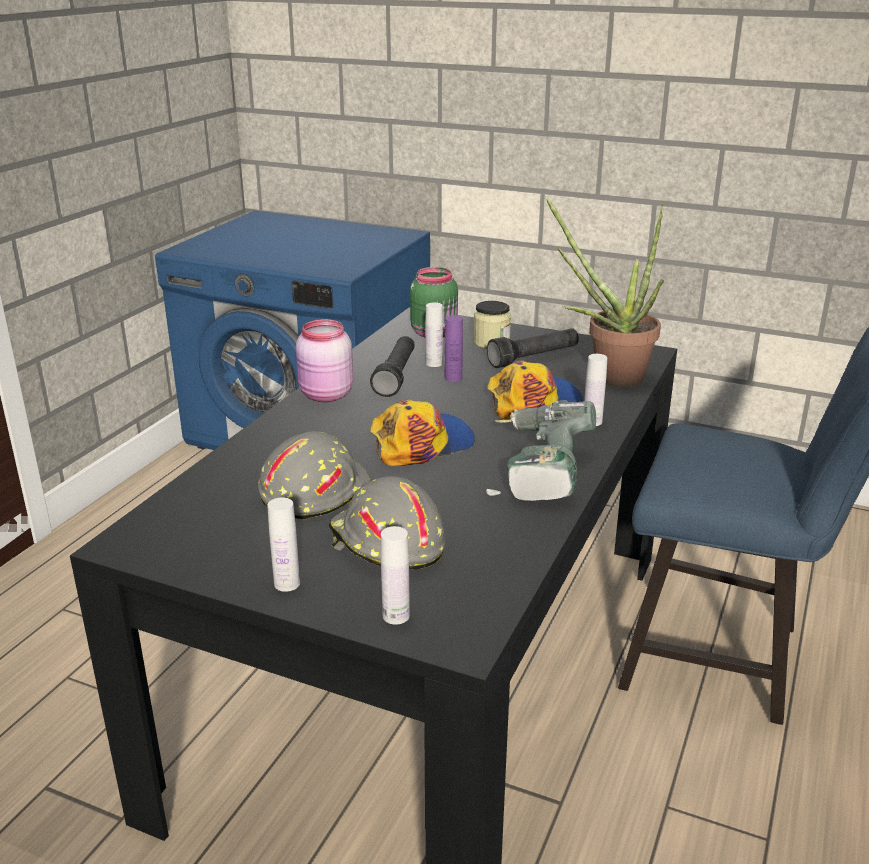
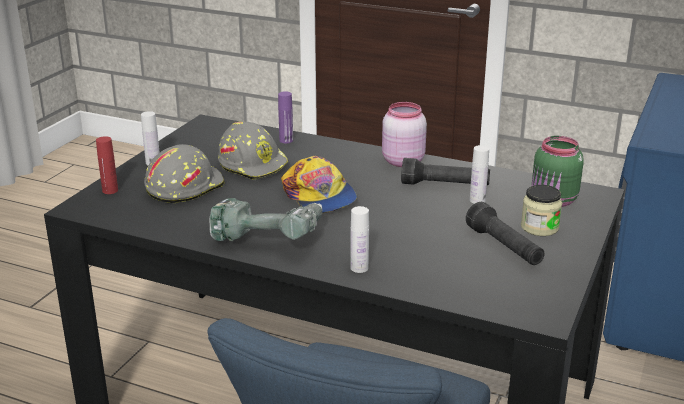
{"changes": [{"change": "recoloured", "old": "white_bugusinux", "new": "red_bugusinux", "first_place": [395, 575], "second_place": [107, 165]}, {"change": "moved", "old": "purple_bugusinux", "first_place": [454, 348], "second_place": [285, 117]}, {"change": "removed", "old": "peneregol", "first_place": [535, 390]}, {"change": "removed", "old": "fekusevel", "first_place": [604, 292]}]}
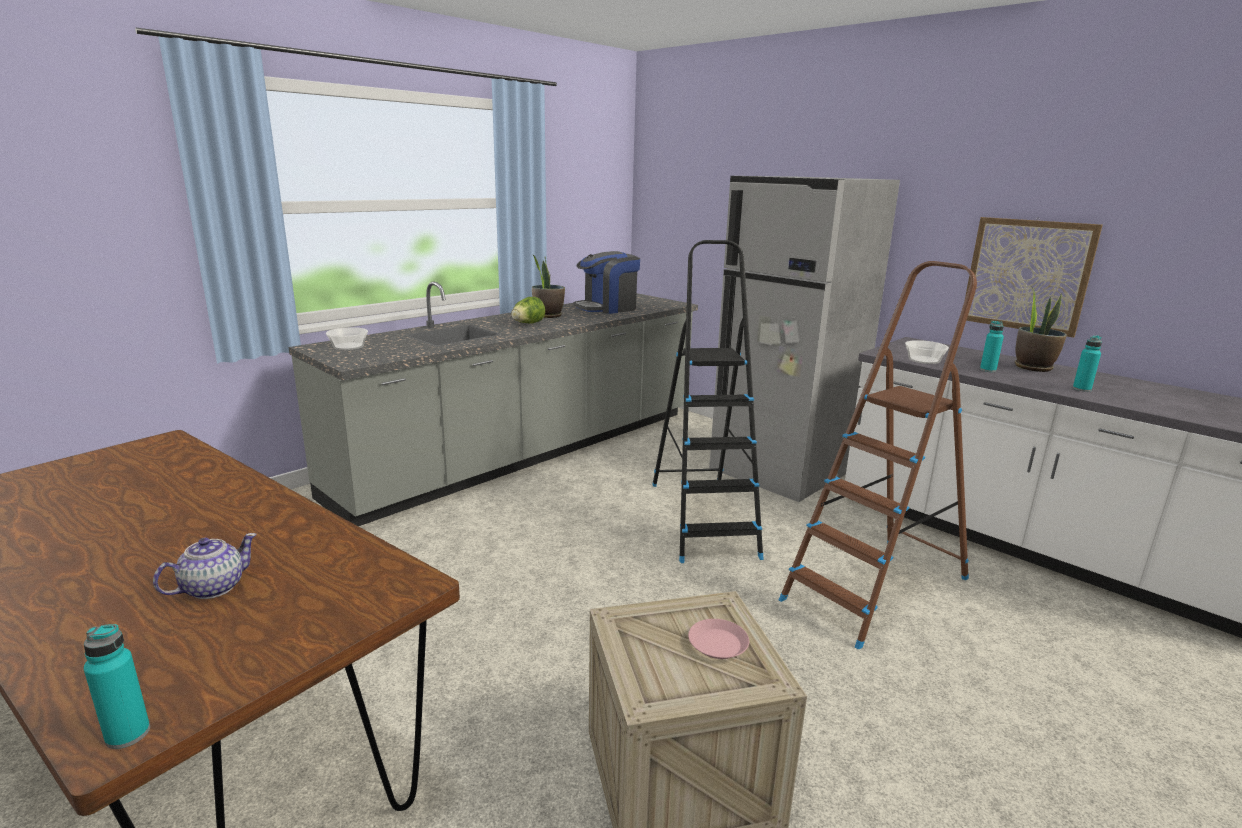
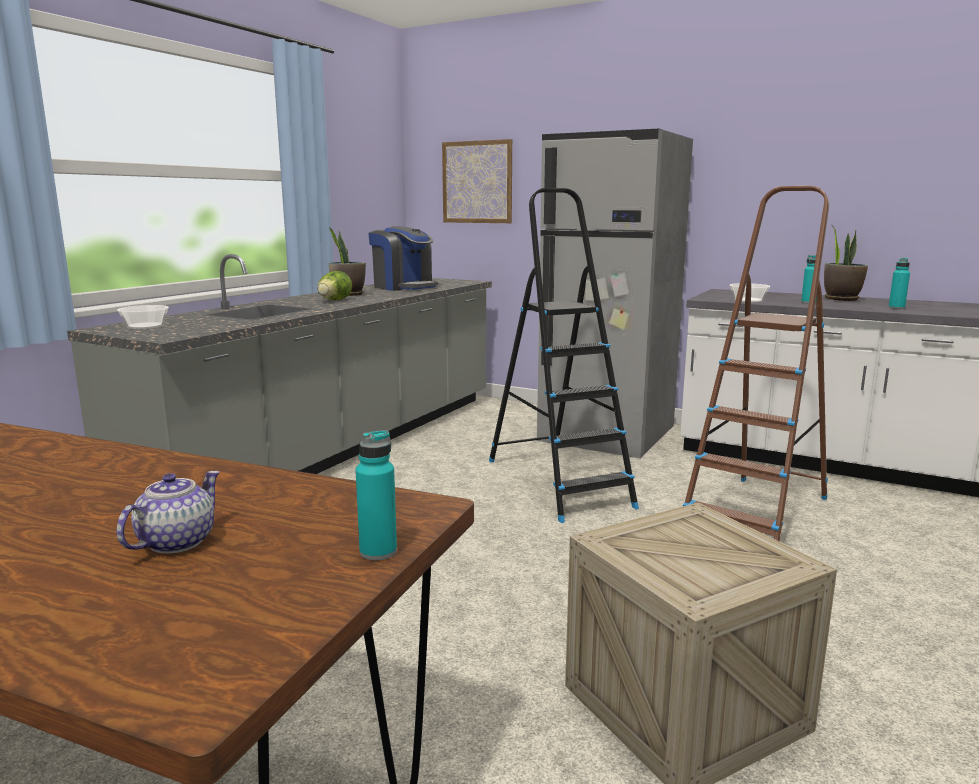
{"changes": [{"change": "moved", "old": "turquoise_bugusinux", "first_place": [117, 686], "second_place": [376, 495]}, {"change": "turned", "old": "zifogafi", "first_place": [606, 282], "second_place": [403, 258], "degrees": -90}, {"change": "moved", "old": "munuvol", "first_place": [1034, 277], "second_place": [477, 181]}, {"change": "removed", "old": "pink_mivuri", "first_place": [718, 639]}]}
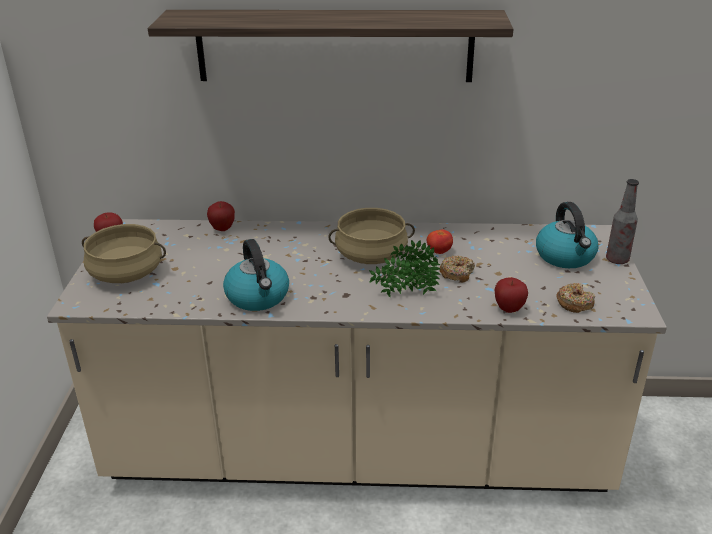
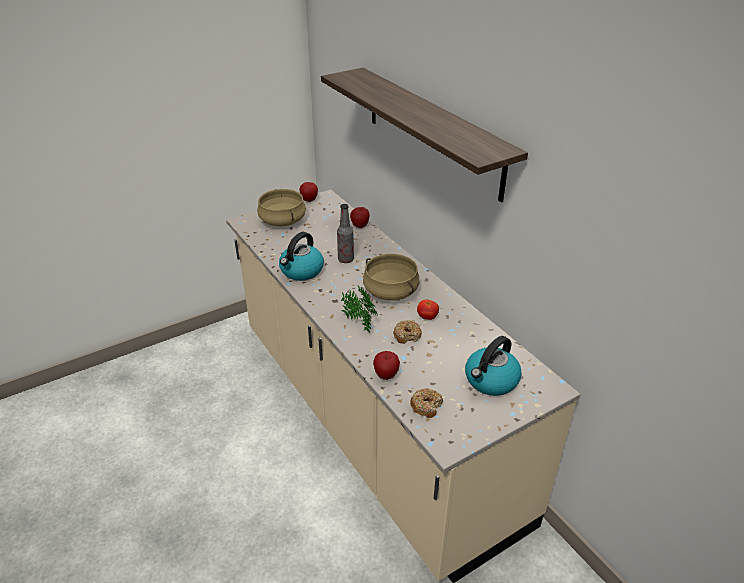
{"changes": [{"change": "moved", "old": "bugusinux", "first_place": [622, 221], "second_place": [345, 233]}]}
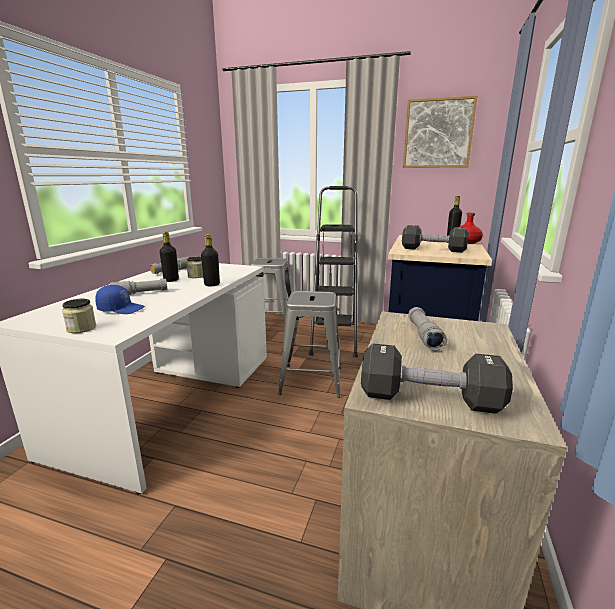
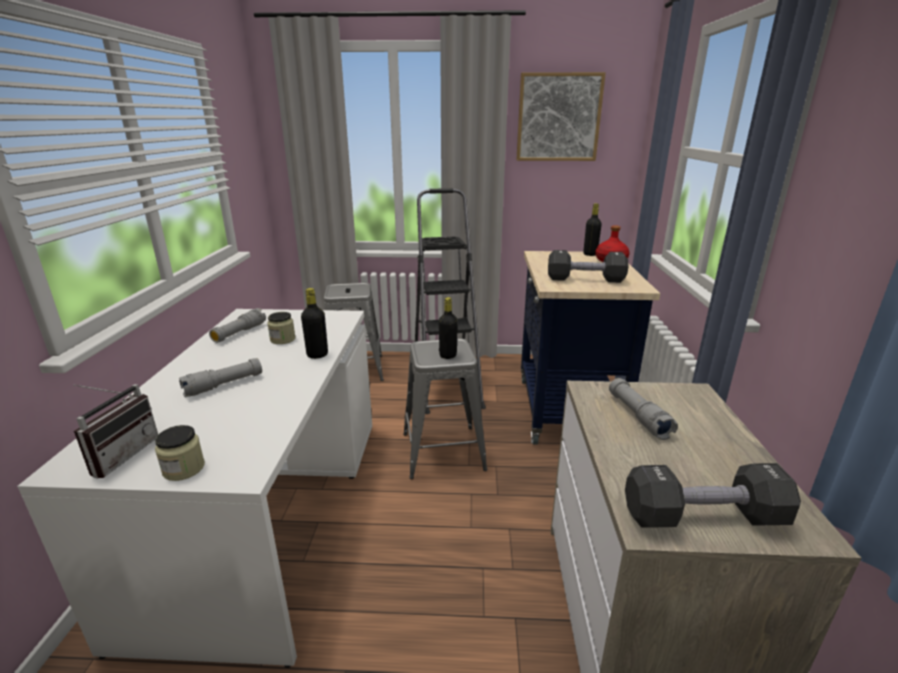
{"changes": [{"change": "added", "new": "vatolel", "second_place": [115, 431]}, {"change": "moved", "old": "black_bugusinux", "first_place": [169, 257], "second_place": [448, 328]}, {"change": "removed", "old": "blue_peneregol", "first_place": [120, 299]}]}
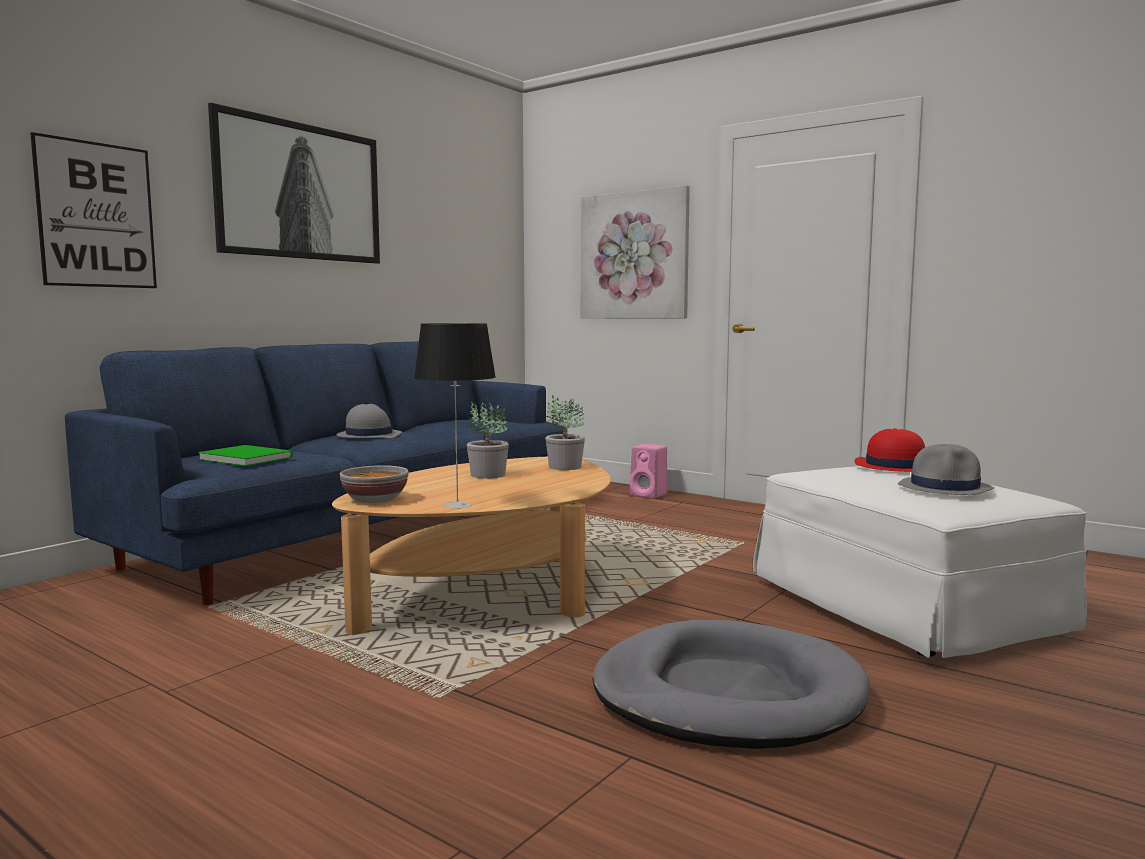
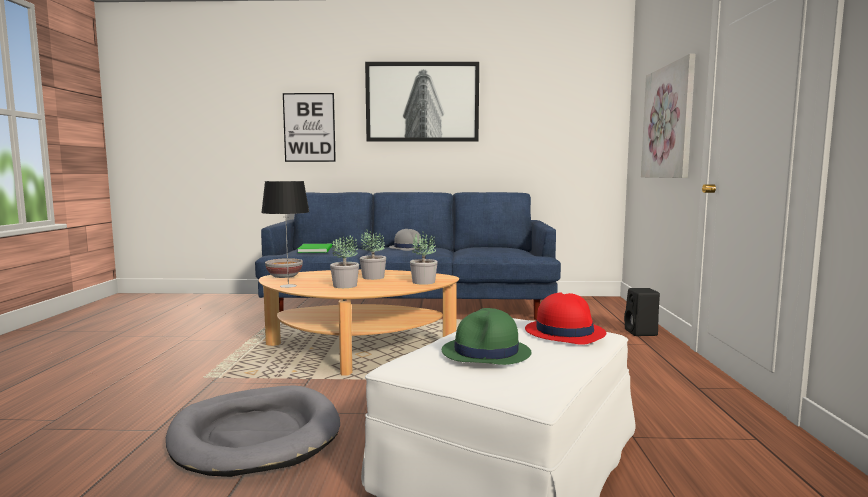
{"changes": [{"change": "added", "new": "fekusevel", "second_place": [344, 261]}, {"change": "recoloured", "old": "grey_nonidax", "new": "green_nonidax", "first_place": [946, 469], "second_place": [486, 336]}, {"change": "recoloured", "old": "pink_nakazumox", "new": "black_nakazumox", "first_place": [648, 471], "second_place": [642, 312]}]}
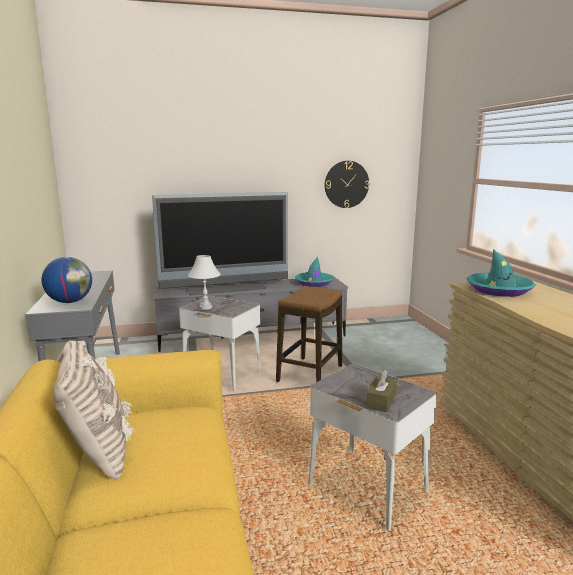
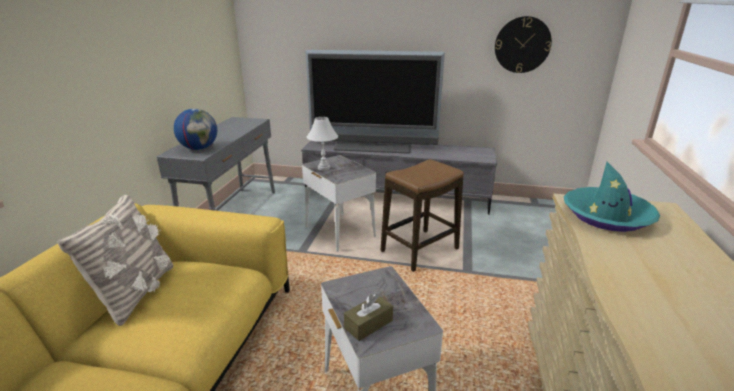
{"changes": [{"change": "removed", "old": "turquoise_nonidax", "first_place": [314, 272]}]}
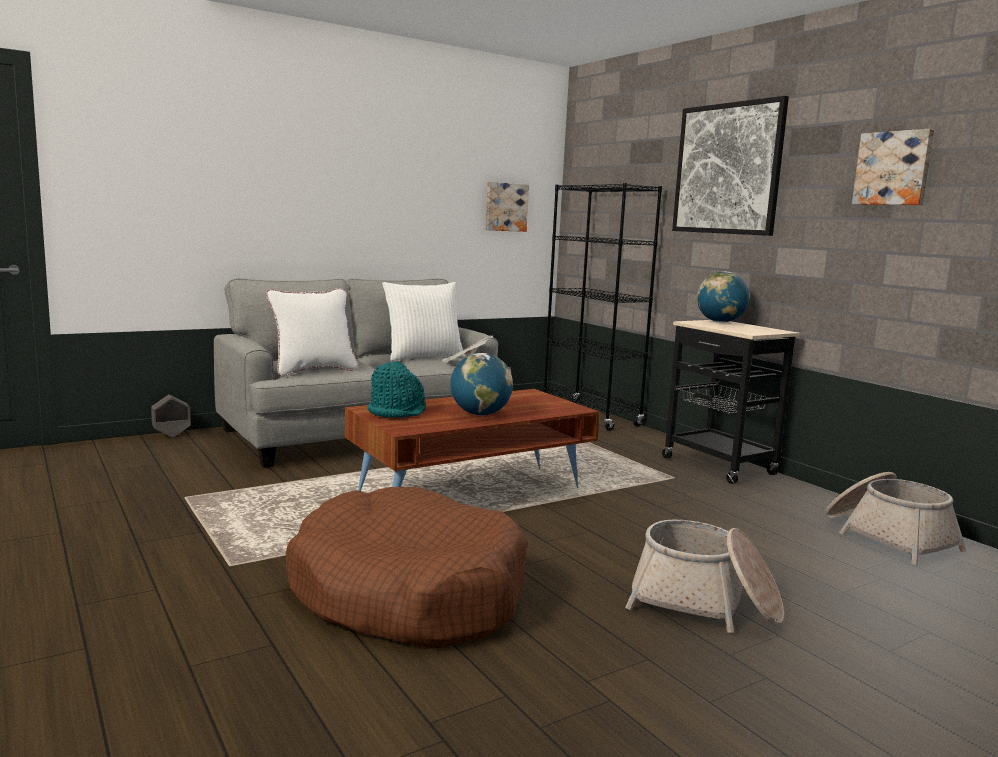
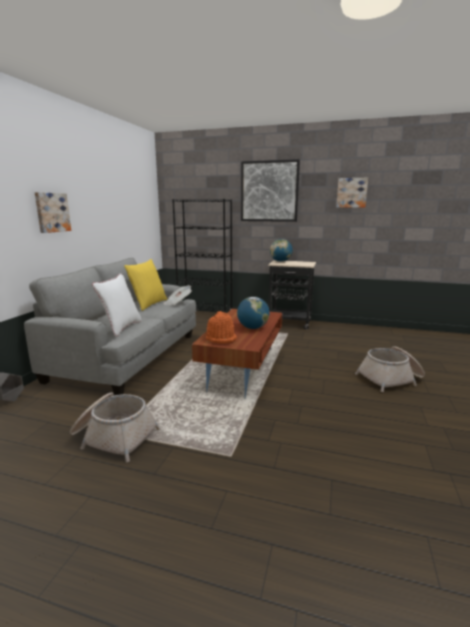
{"changes": [{"change": "moved", "old": "munuvol", "first_place": [507, 207], "second_place": [53, 212]}, {"change": "moved", "old": "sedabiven", "first_place": [895, 518], "second_place": [115, 427]}, {"change": "recoloured", "old": "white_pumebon", "new": "yellow_pumebon", "first_place": [423, 321], "second_place": [145, 285]}, {"change": "recoloured", "old": "turquoise_nonidax", "new": "orange_nonidax", "first_place": [396, 389], "second_place": [221, 327]}, {"change": "removed", "old": "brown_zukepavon", "first_place": [407, 568]}]}
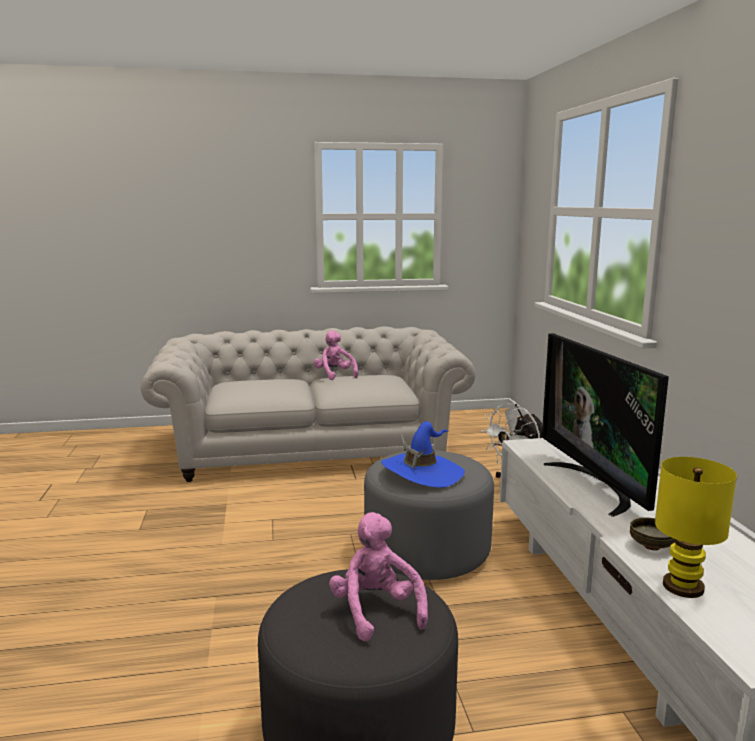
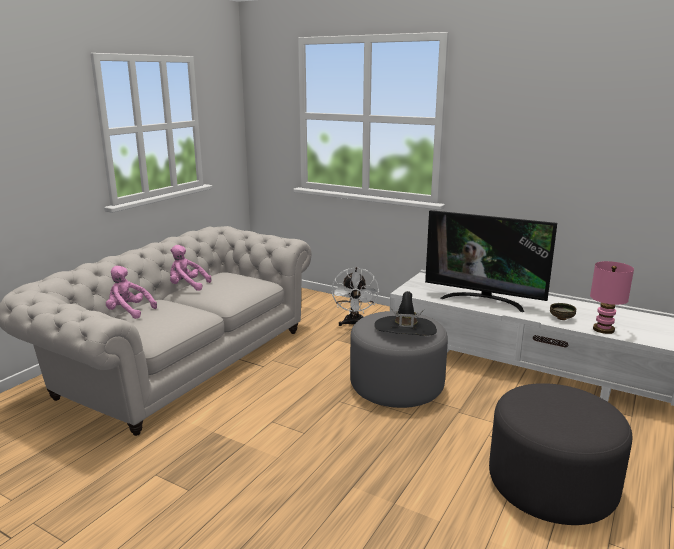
{"changes": [{"change": "moved", "old": "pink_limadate", "first_place": [378, 576], "second_place": [131, 292]}, {"change": "recoloured", "old": "blue_nonidax", "new": "black_nonidax", "first_place": [423, 454], "second_place": [405, 313]}, {"change": "recoloured", "old": "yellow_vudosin", "new": "pink_vudosin", "first_place": [696, 527], "second_place": [612, 297]}]}
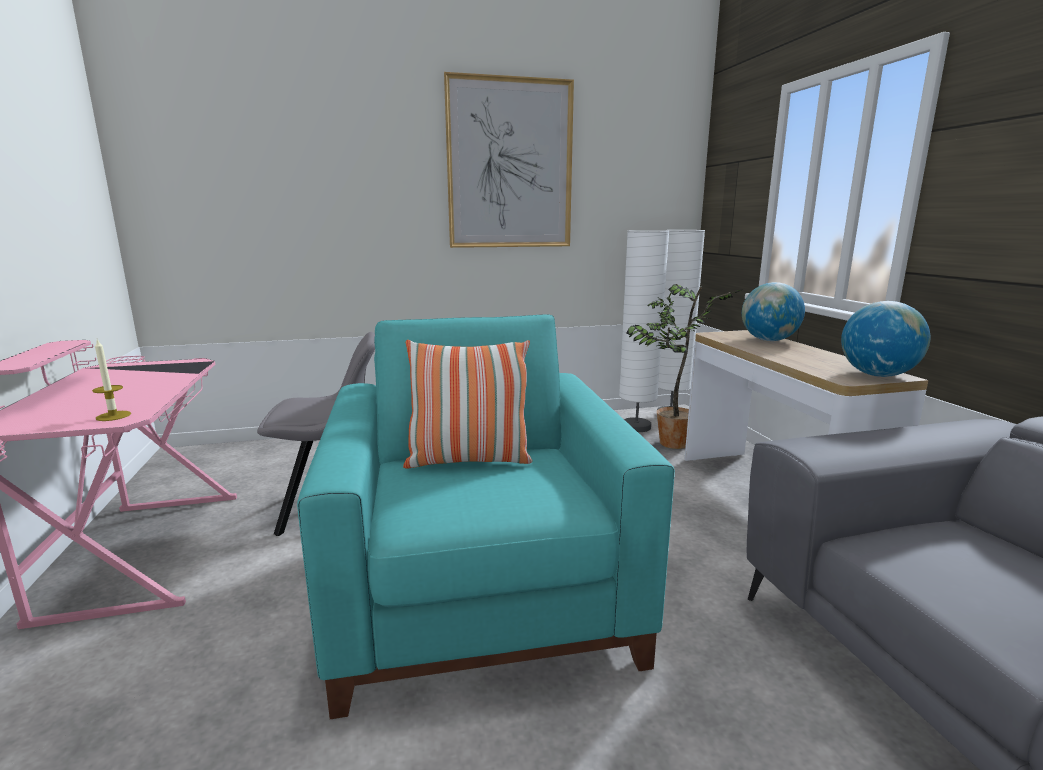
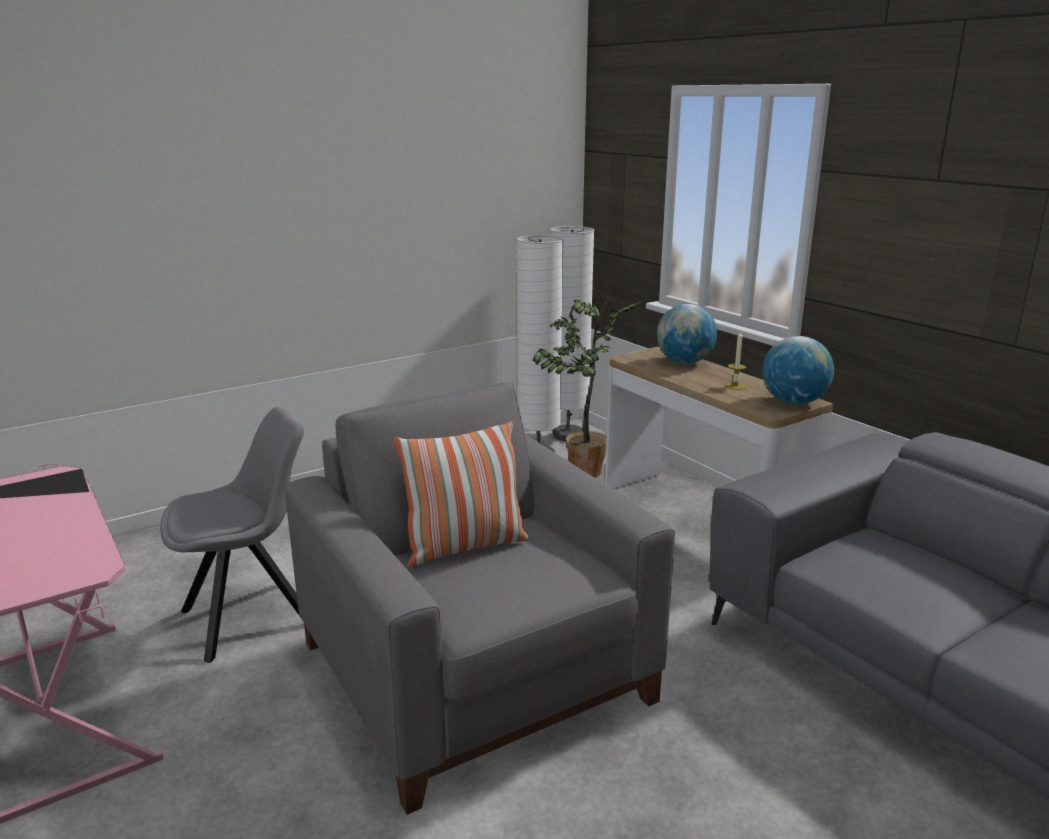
{"changes": [{"change": "recoloured", "old": "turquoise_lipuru", "new": "grey_lipuru", "first_place": [486, 516], "second_place": [480, 598]}, {"change": "moved", "old": "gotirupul", "first_place": [111, 380], "second_place": [735, 360]}, {"change": "removed", "old": "munuvol", "first_place": [509, 160]}]}
